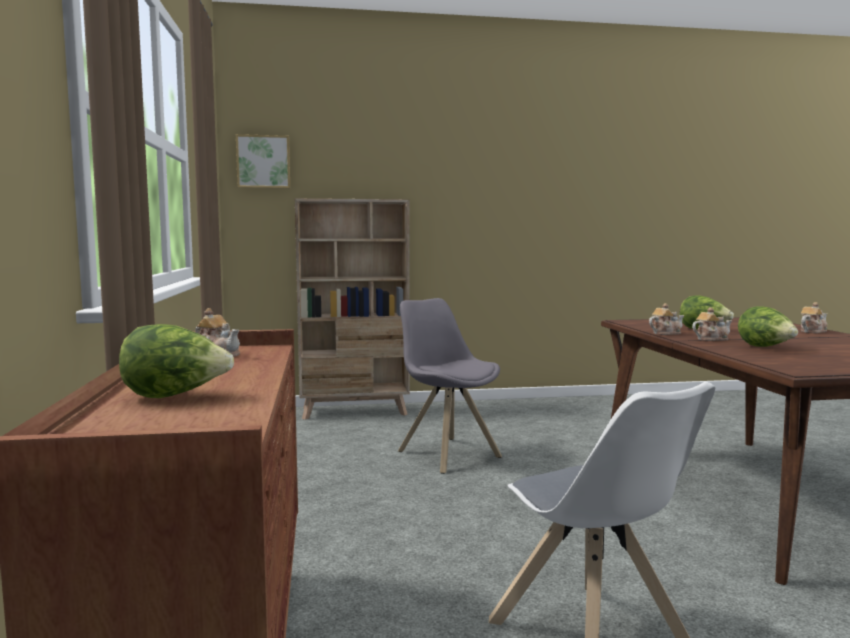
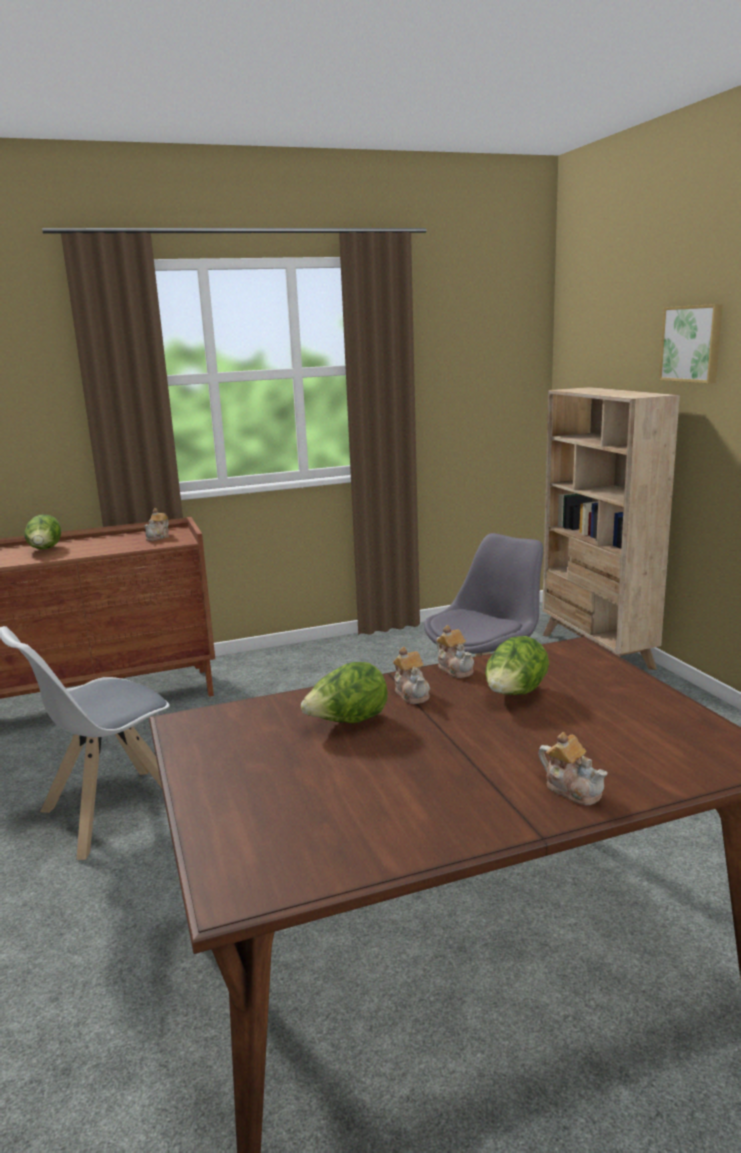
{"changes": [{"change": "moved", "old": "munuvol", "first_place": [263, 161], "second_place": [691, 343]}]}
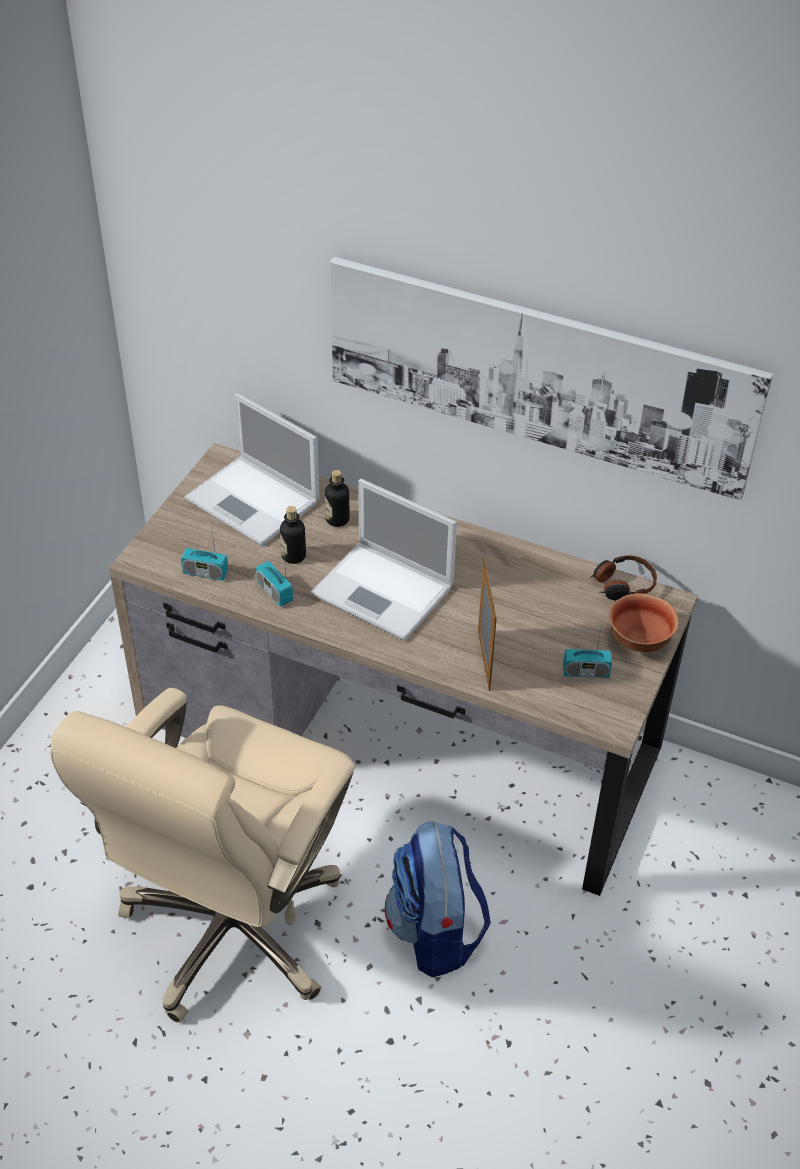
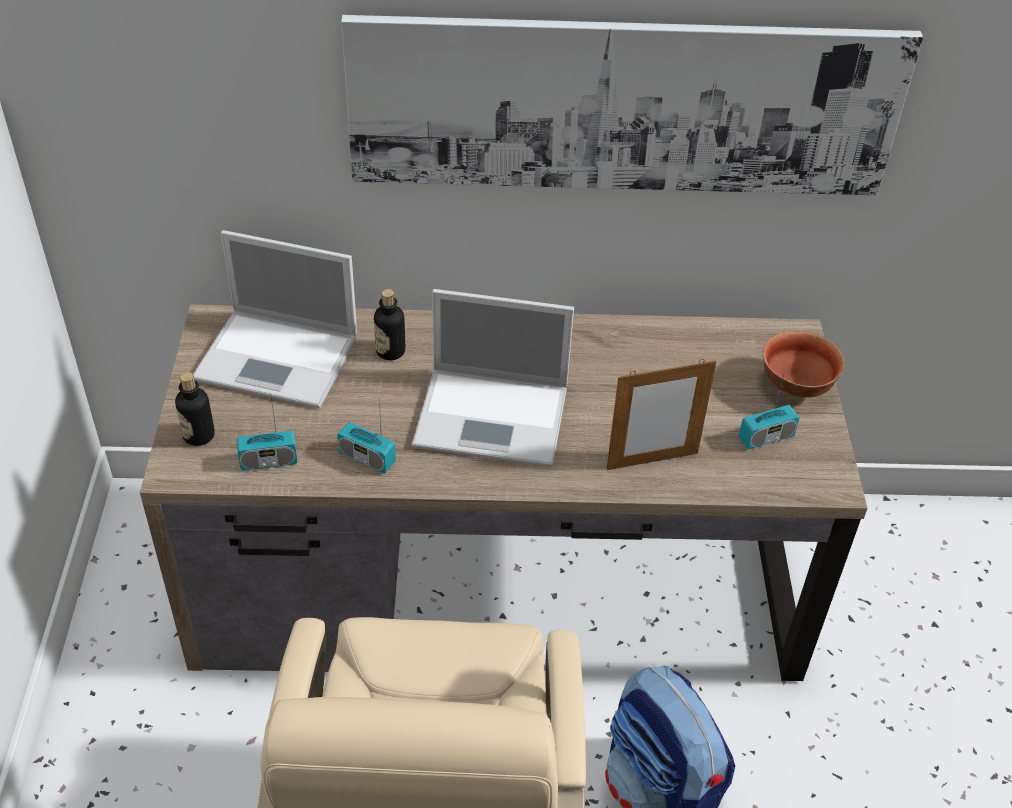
{"changes": [{"change": "moved", "old": "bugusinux", "first_place": [293, 535], "second_place": [195, 409]}, {"change": "turned", "old": "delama", "first_place": [487, 624], "second_place": [661, 414], "degrees": 105}, {"change": "removed", "old": "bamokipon", "first_place": [623, 578]}]}
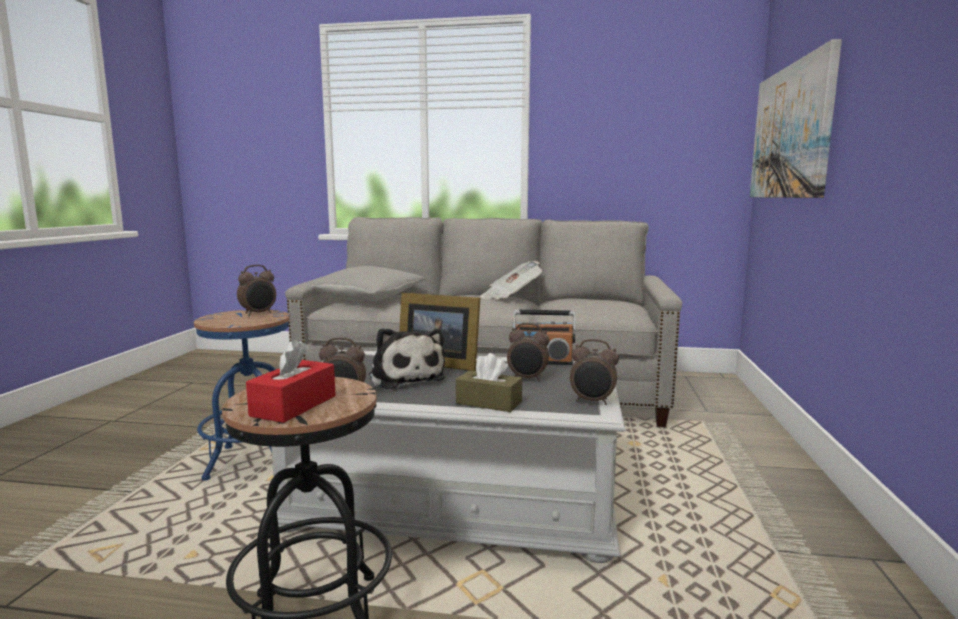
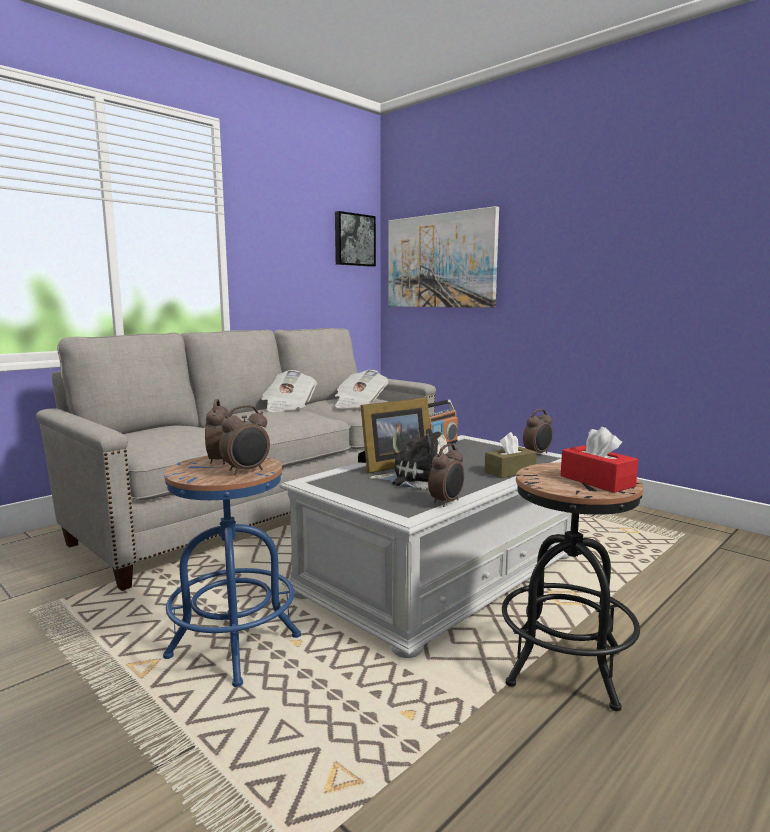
{"changes": [{"change": "moved", "old": "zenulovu", "first_place": [528, 352], "second_place": [244, 440]}, {"change": "added", "new": "munuvol", "second_place": [355, 239]}, {"change": "added", "new": "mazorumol", "second_place": [361, 389]}, {"change": "removed", "old": "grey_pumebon", "first_place": [365, 283]}]}
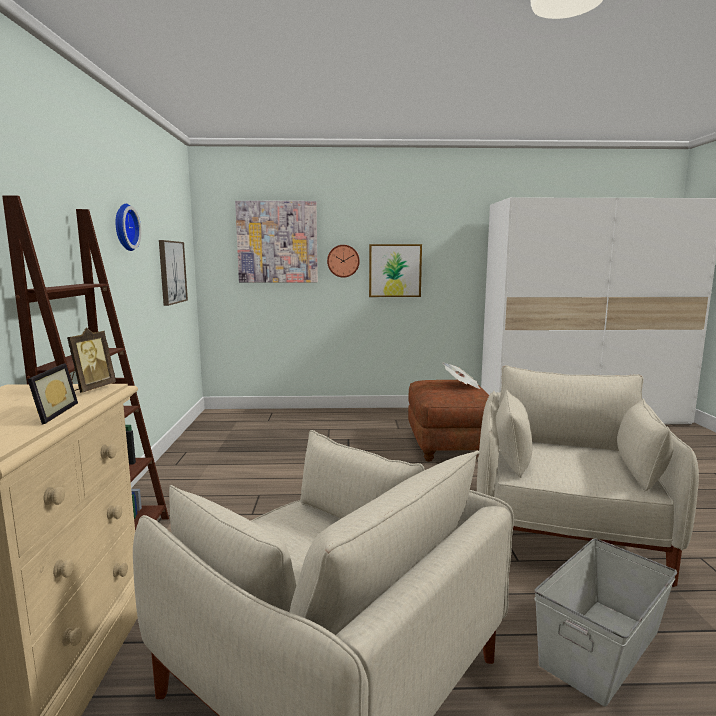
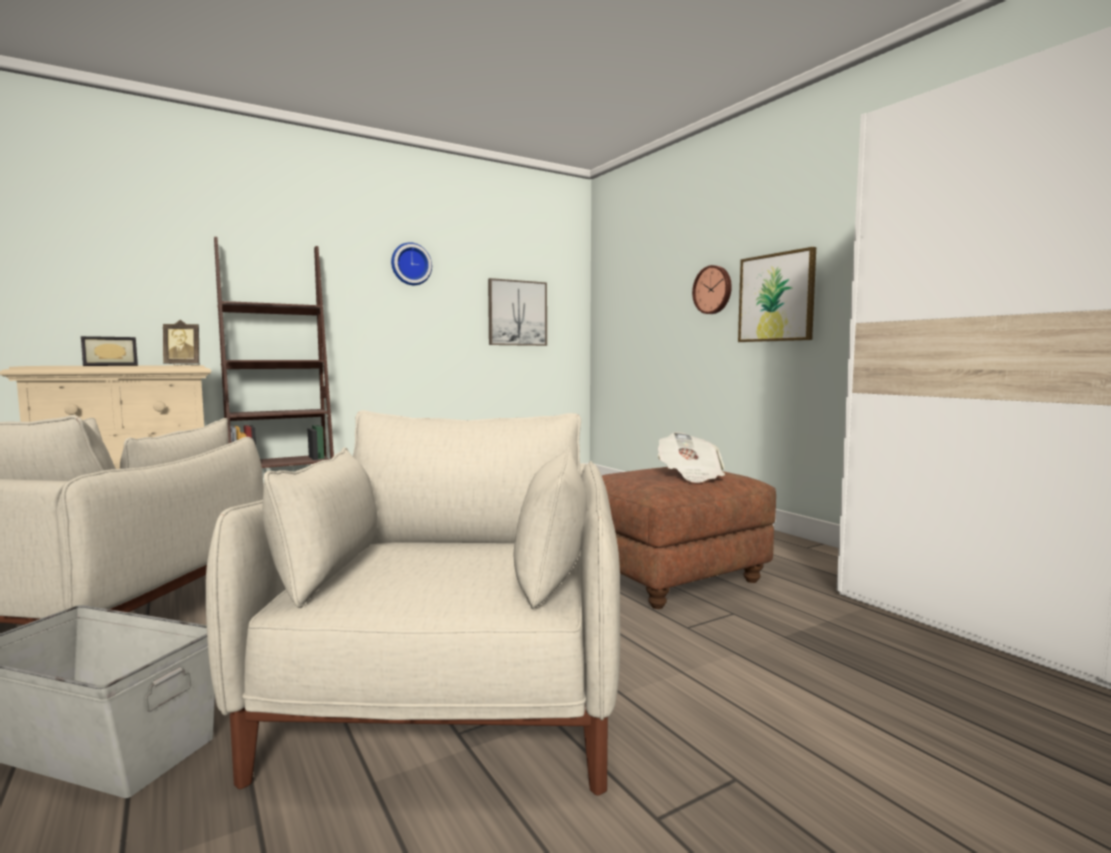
{"changes": [{"change": "turned", "old": "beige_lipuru", "first_place": [588, 476], "second_place": [413, 602], "degrees": -75}, {"change": "removed", "old": "munuvol", "first_place": [276, 241]}]}
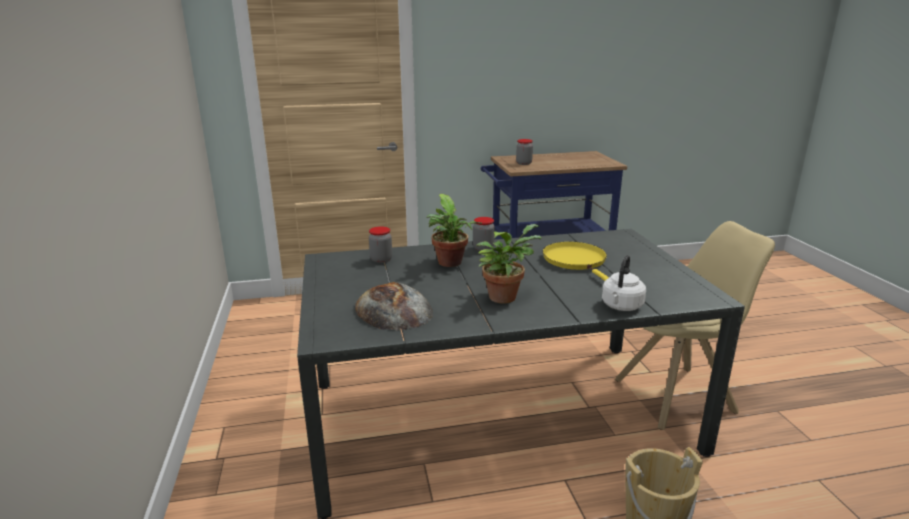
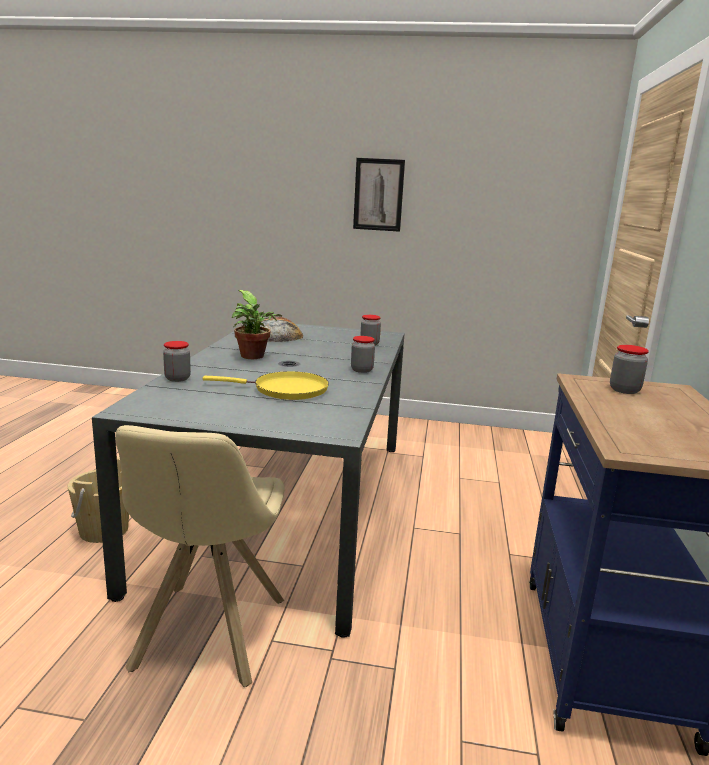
{"changes": [{"change": "replaced", "old": "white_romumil", "new": "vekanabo", "first_place": [624, 283], "second_place": [177, 361]}, {"change": "added", "new": "munuvol", "second_place": [379, 195]}, {"change": "removed", "old": "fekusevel", "first_place": [454, 230]}]}
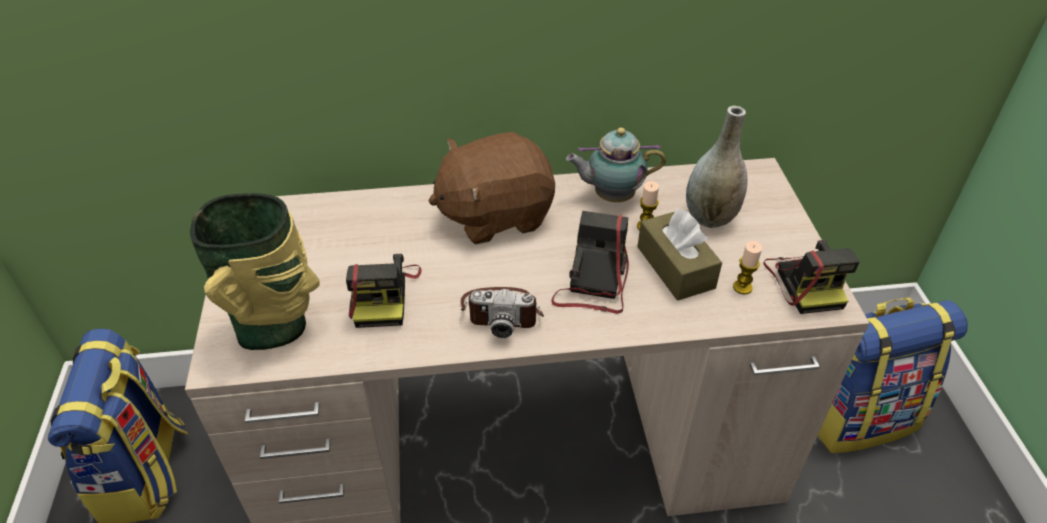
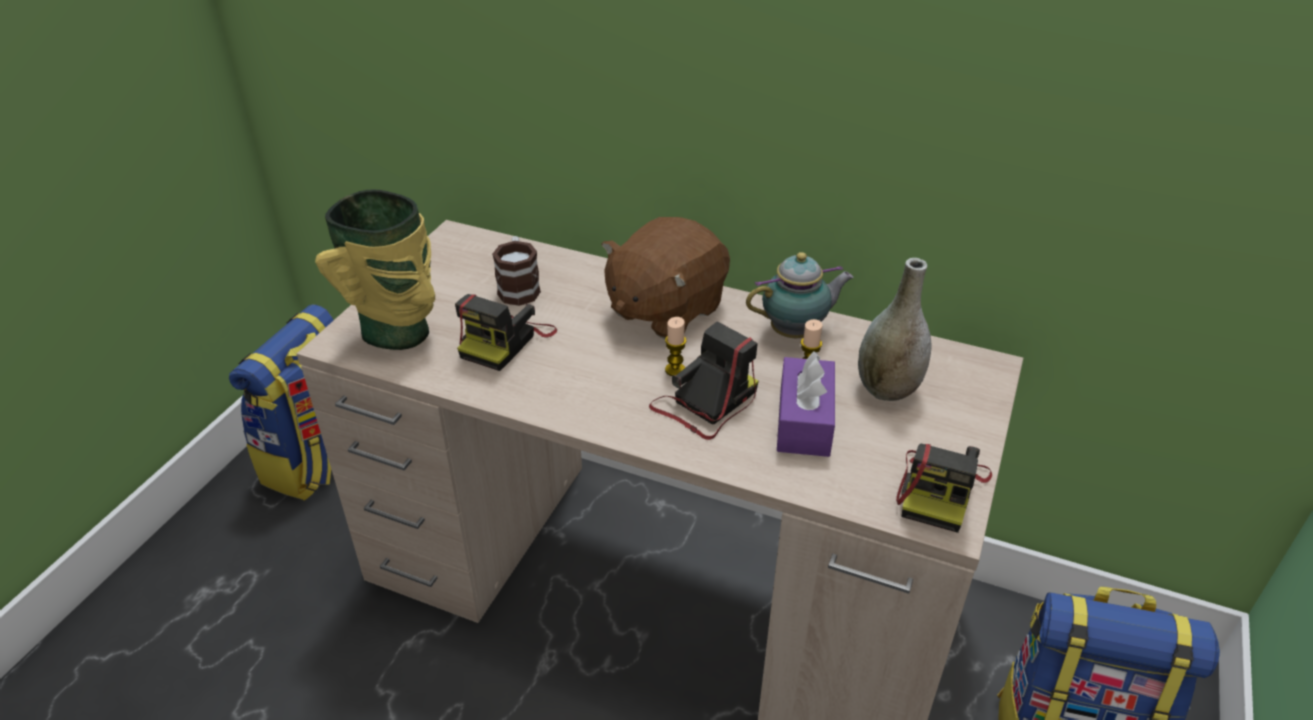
{"changes": [{"change": "added", "new": "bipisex", "second_place": [516, 271]}, {"change": "turned", "old": "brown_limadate", "first_place": [491, 188], "second_place": [665, 278], "degrees": -60}, {"change": "moved", "old": "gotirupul", "first_place": [747, 268], "second_place": [675, 346]}, {"change": "turned", "old": "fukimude", "first_place": [616, 165], "second_place": [800, 295], "degrees": 135}, {"change": "recoloured", "old": "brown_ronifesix", "new": "purple_ronifesix", "first_place": [679, 254], "second_place": [806, 404]}, {"change": "removed", "old": "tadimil", "first_place": [502, 312]}]}
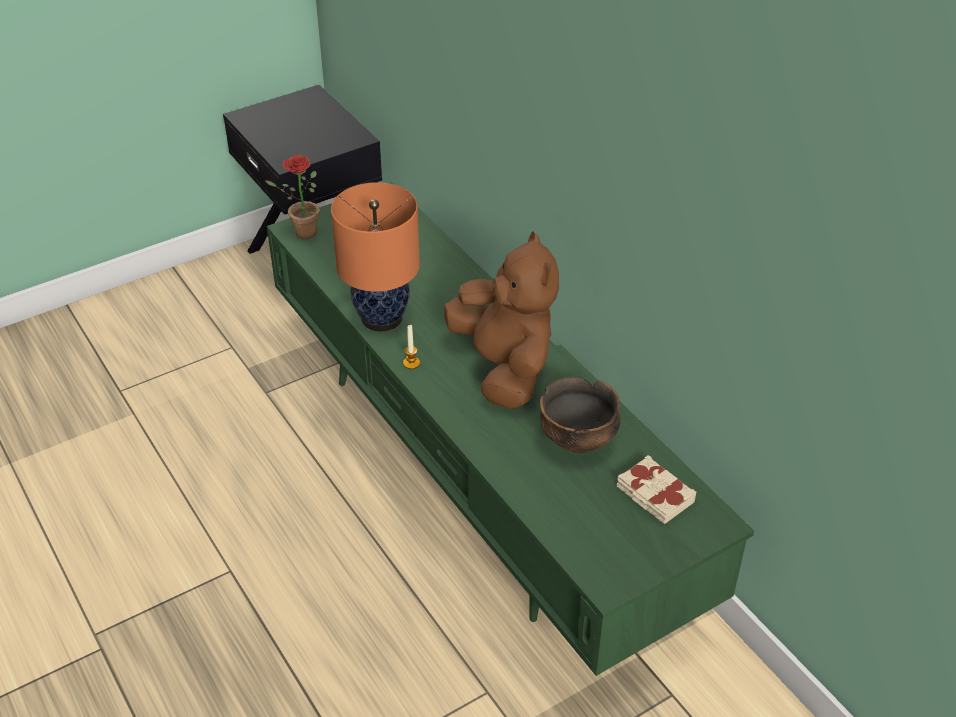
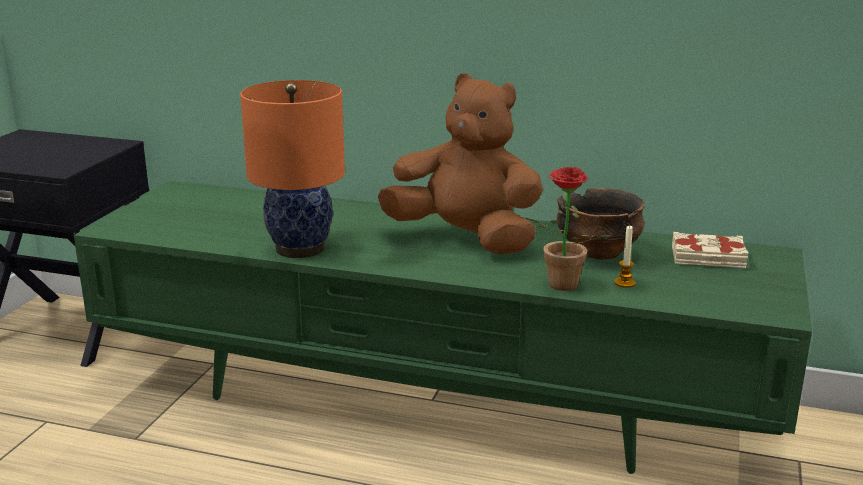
{"changes": [{"change": "moved", "old": "fekusevel", "first_place": [292, 197], "second_place": [569, 229]}, {"change": "moved", "old": "gotirupul", "first_place": [411, 347], "second_place": [625, 257]}]}
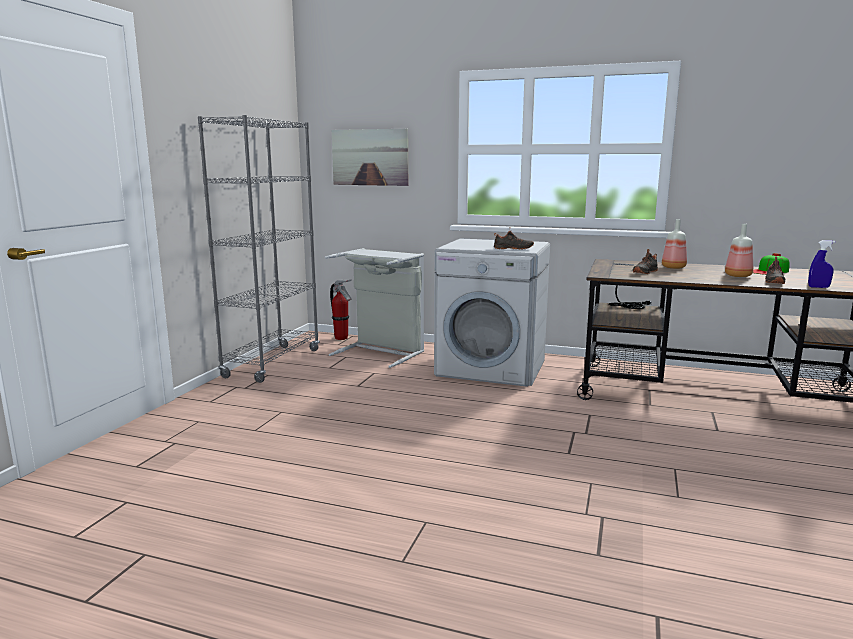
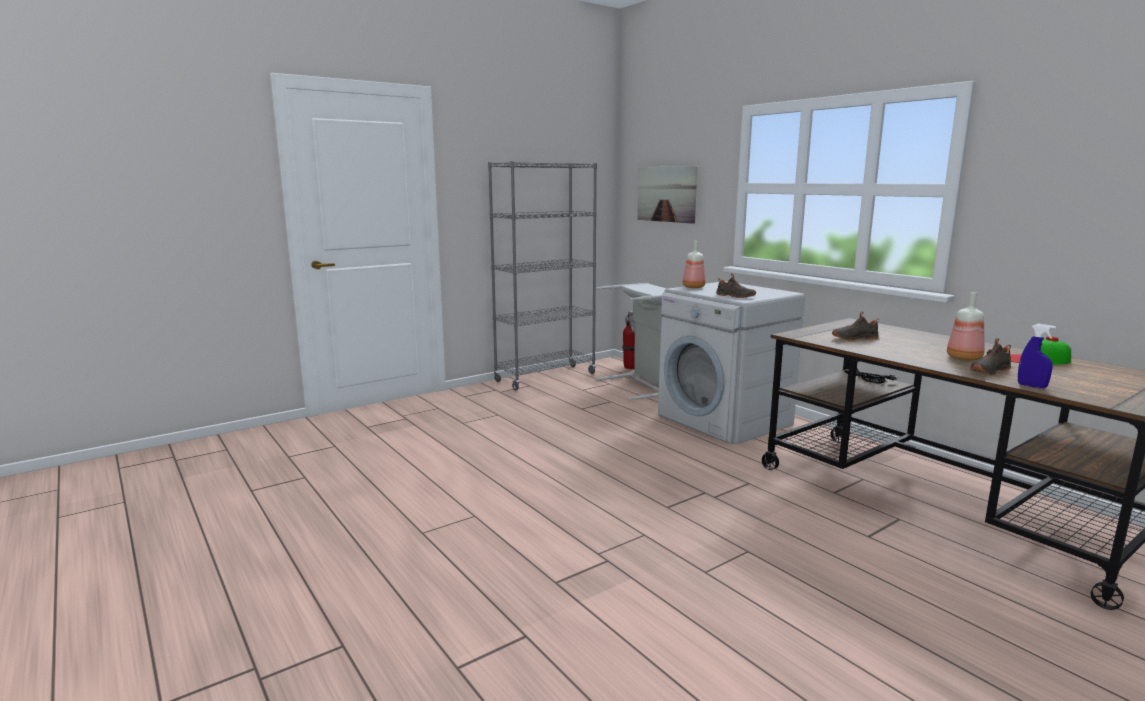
{"changes": [{"change": "moved", "old": "bugusinux", "first_place": [674, 244], "second_place": [694, 264]}]}
